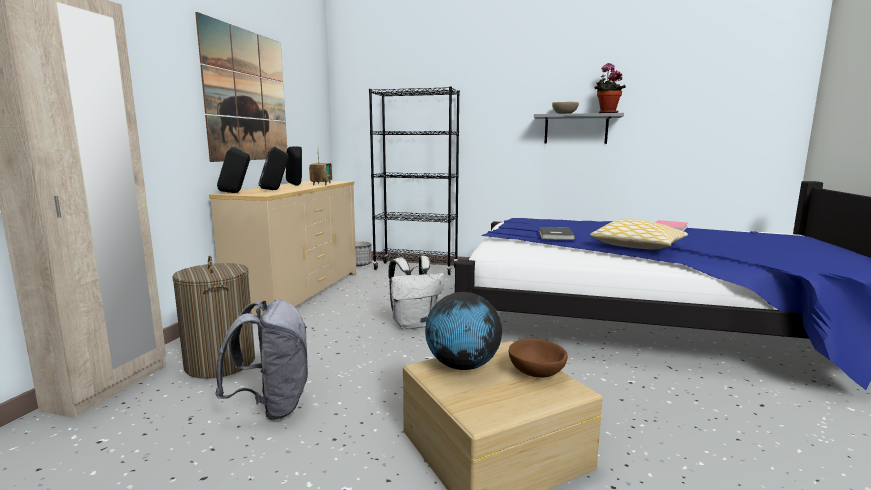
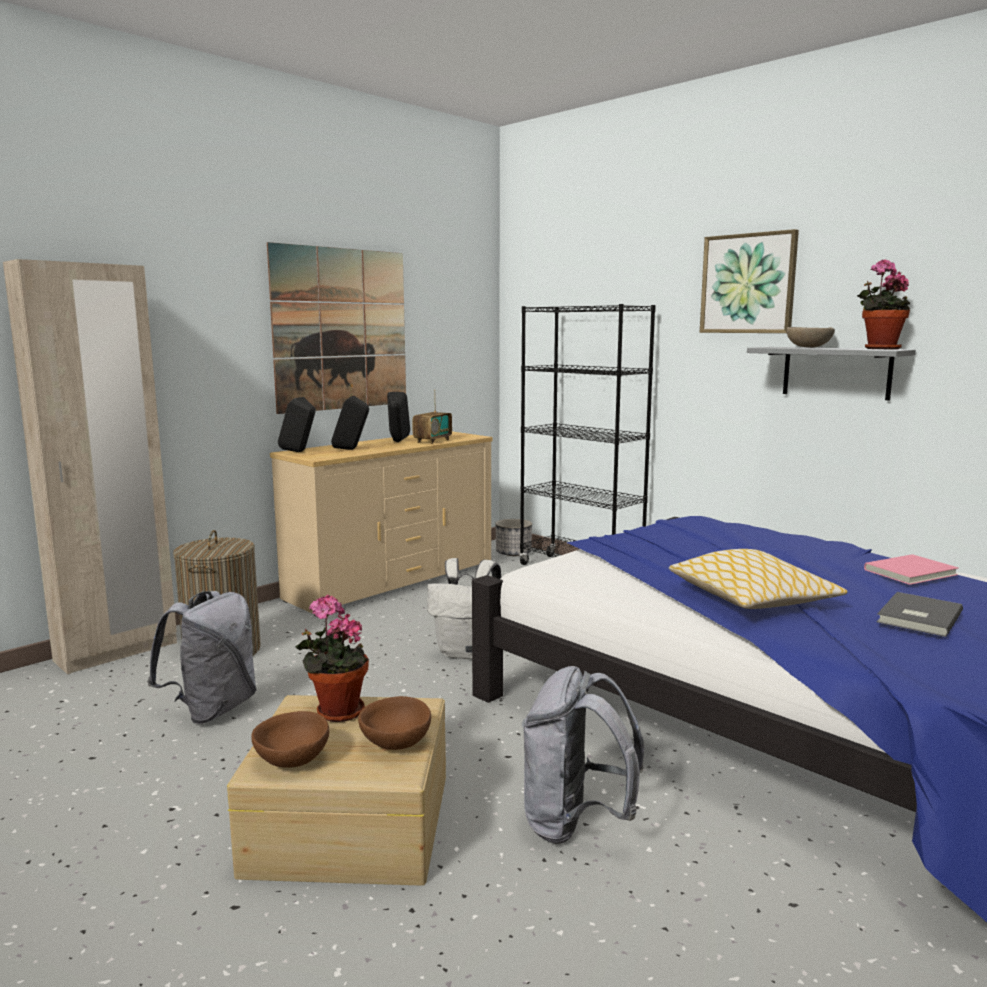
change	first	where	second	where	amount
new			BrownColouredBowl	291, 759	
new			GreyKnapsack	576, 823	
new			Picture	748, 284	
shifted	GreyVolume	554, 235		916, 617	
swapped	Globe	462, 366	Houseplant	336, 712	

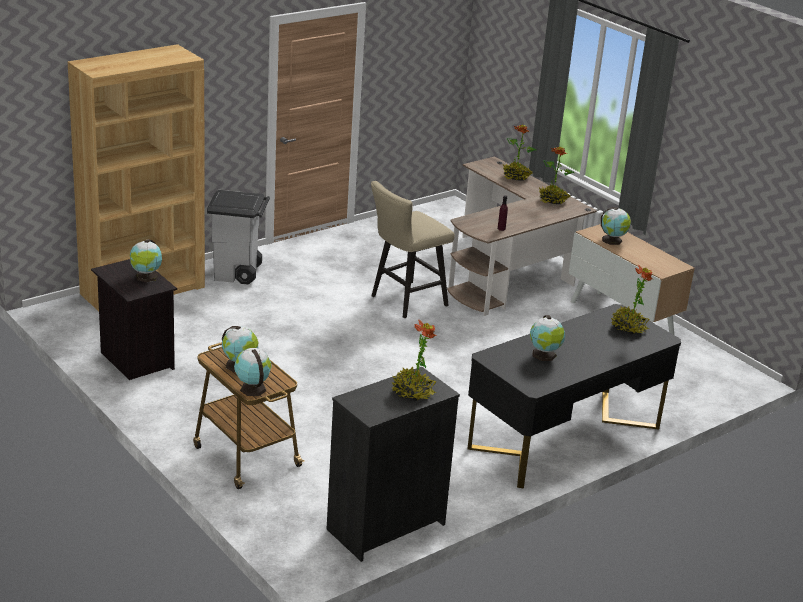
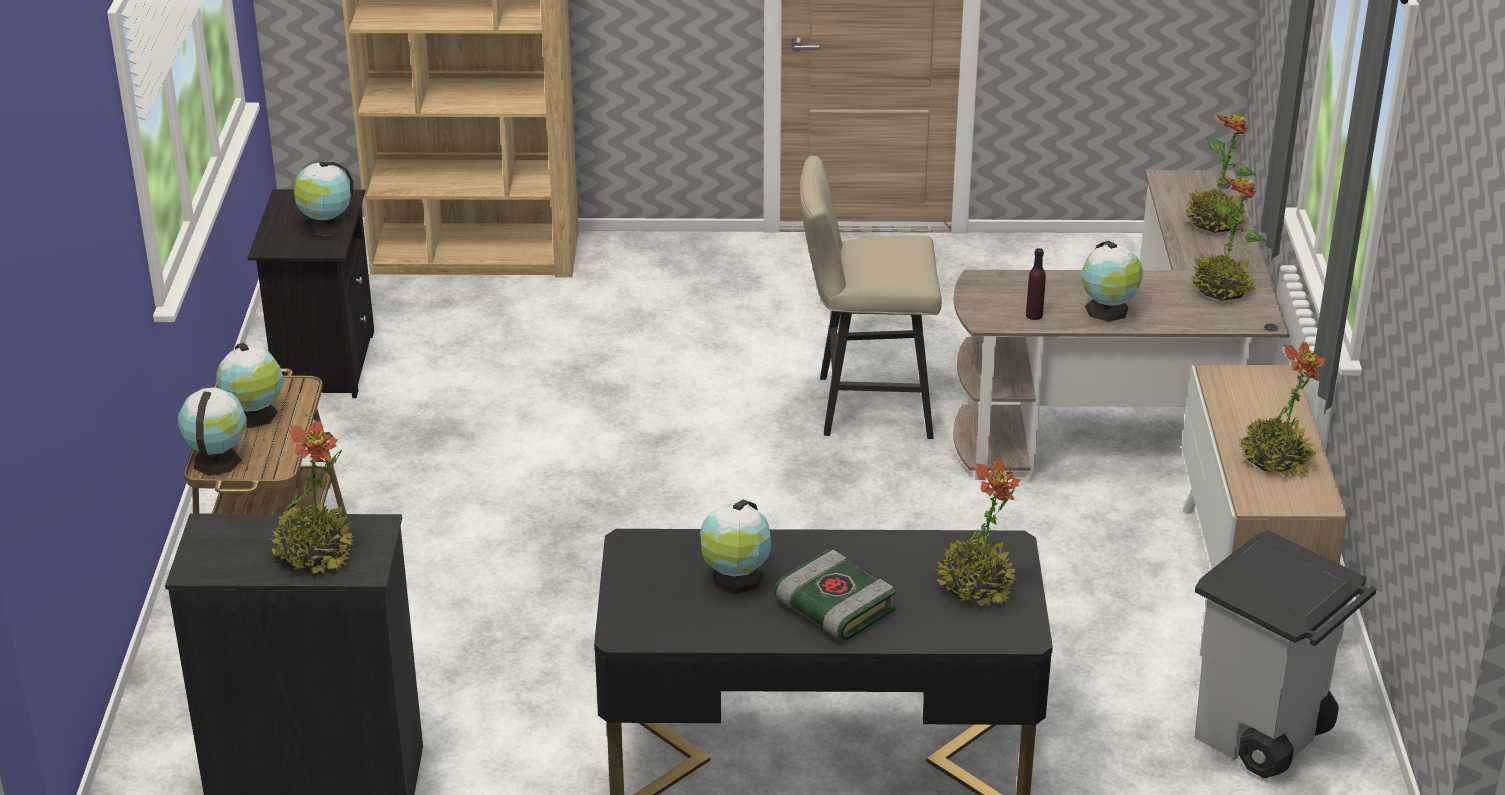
change	first	where	second	where	amount
new			Volume	832, 607	
new			Houseplant	1275, 460	
shifted	GreyRubbishBin	237, 274		1262, 737	
shifted	Globe	613, 240		1108, 311	

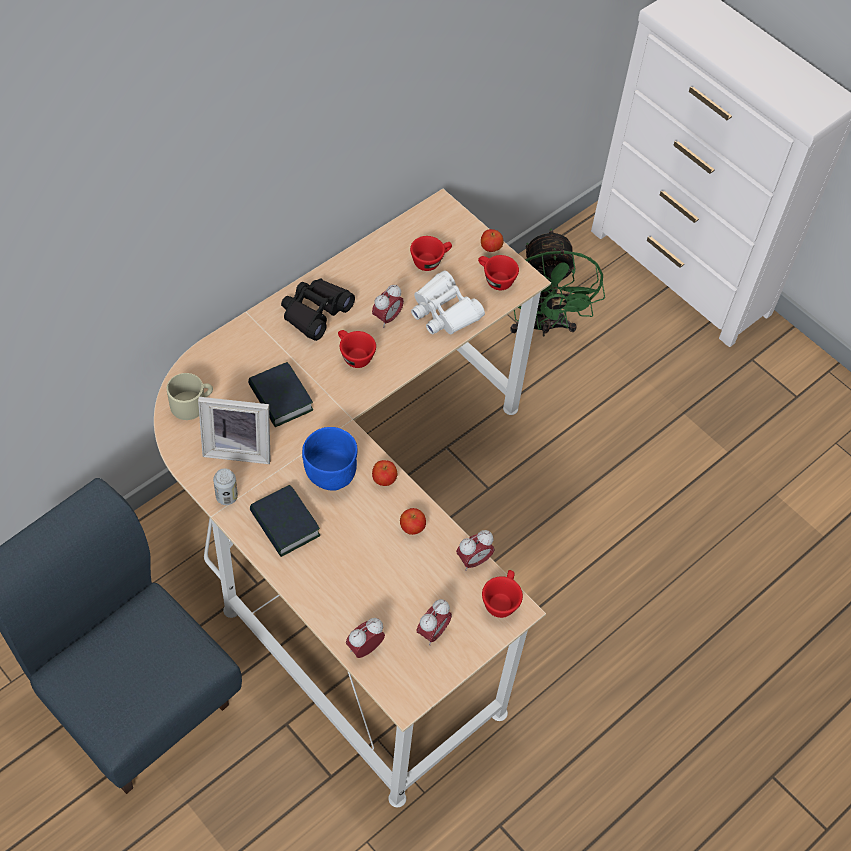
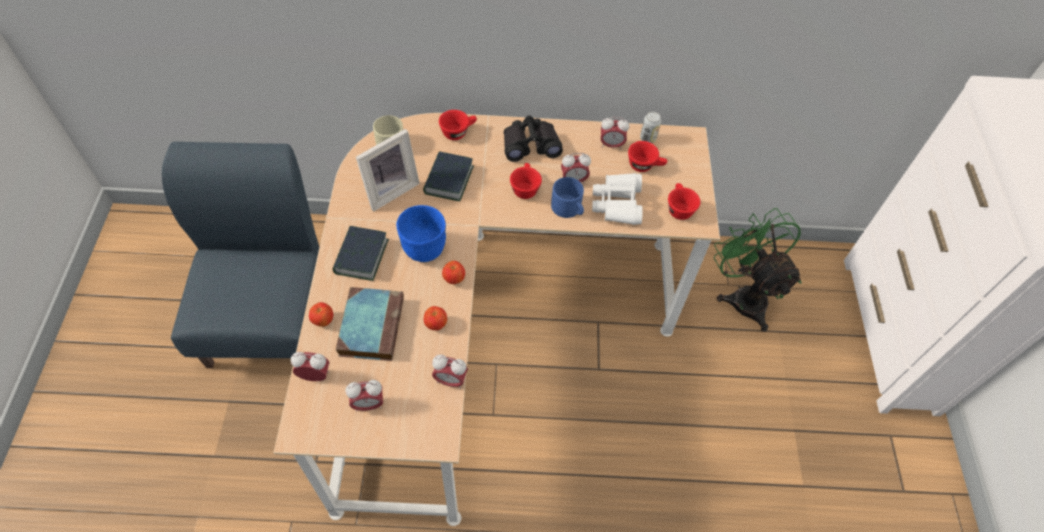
change	first	where	second	where	amount
new			Volume	371, 325	
new			BlueColouredCoffeeMug	568, 208	
new			BedsideClock	611, 145	
shifted	SealedCan	226, 497		648, 138	
shifted	Apple	491, 248		323, 320	
shifted	RedColouredDrinkingCup	501, 600		458, 132	
rotated	PictureFrame	238, 448		389, 190	90 degrees counterclockwise
rotated	GreenColouredFan	542, 326		743, 295	120 degrees clockwise

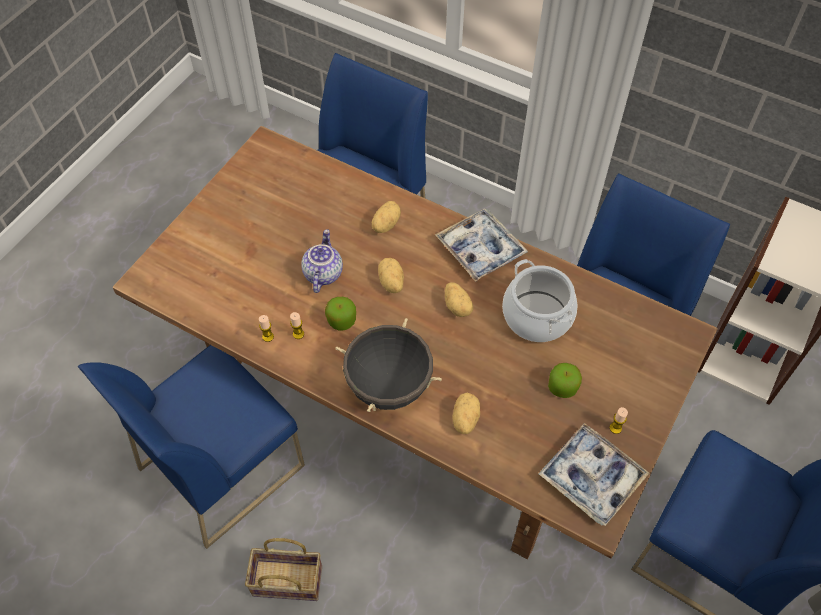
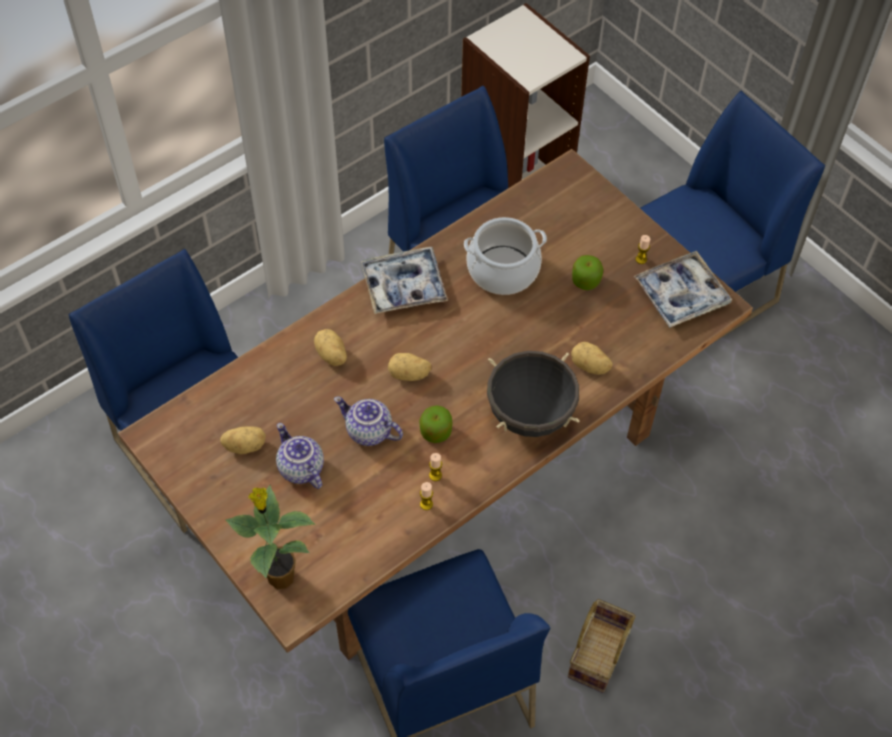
change	first	where	second	where	amount
new			Houseplant	279, 575	
new			TeaPot	300, 468	
shifted	Spud	458, 306		245, 445	

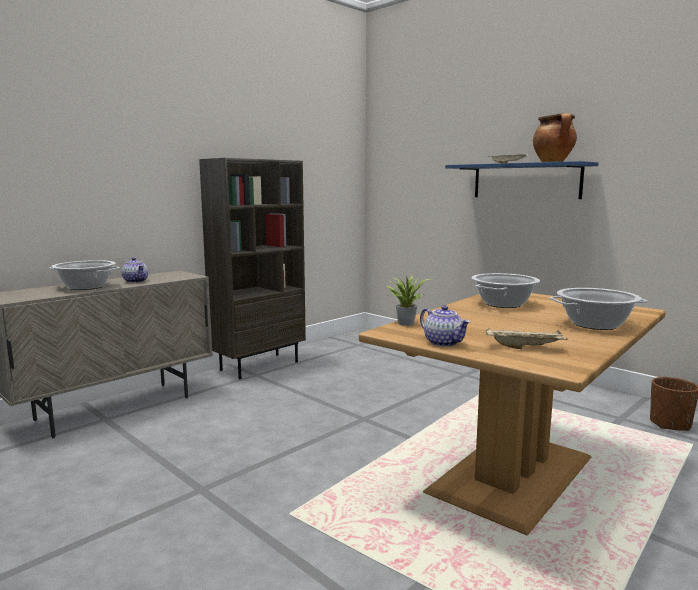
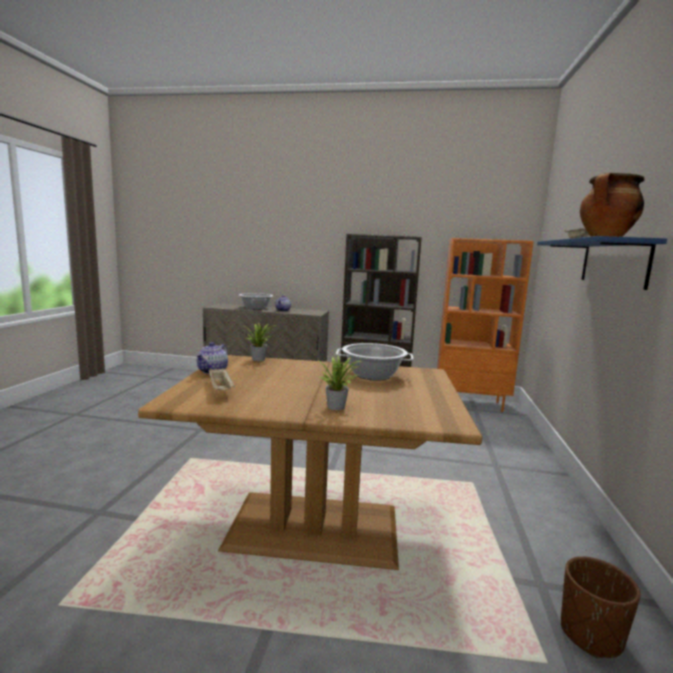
change	first	where	second	where	amount
new			OrangeShelvingUnit	471, 403	
swapped	Stockpot	595, 325	Houseplant	338, 406	

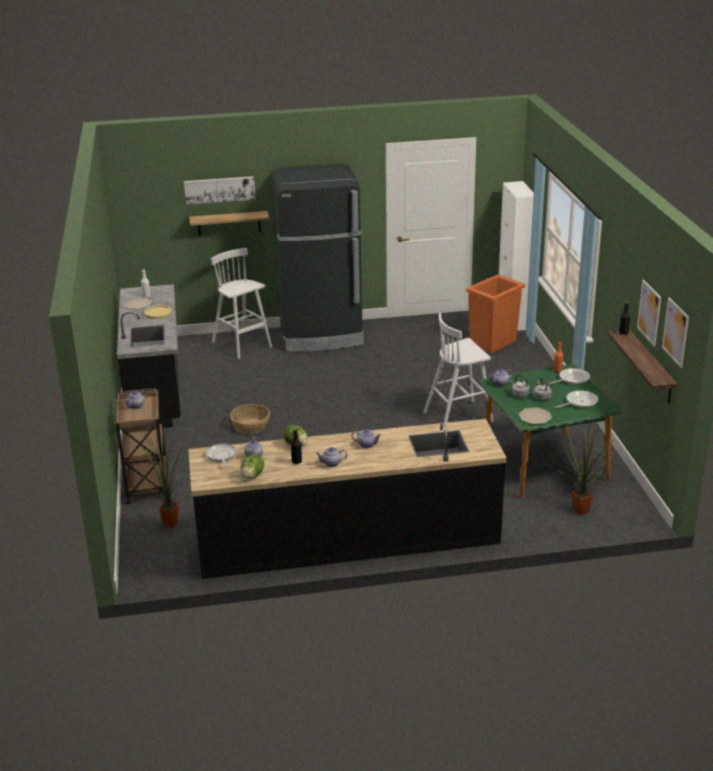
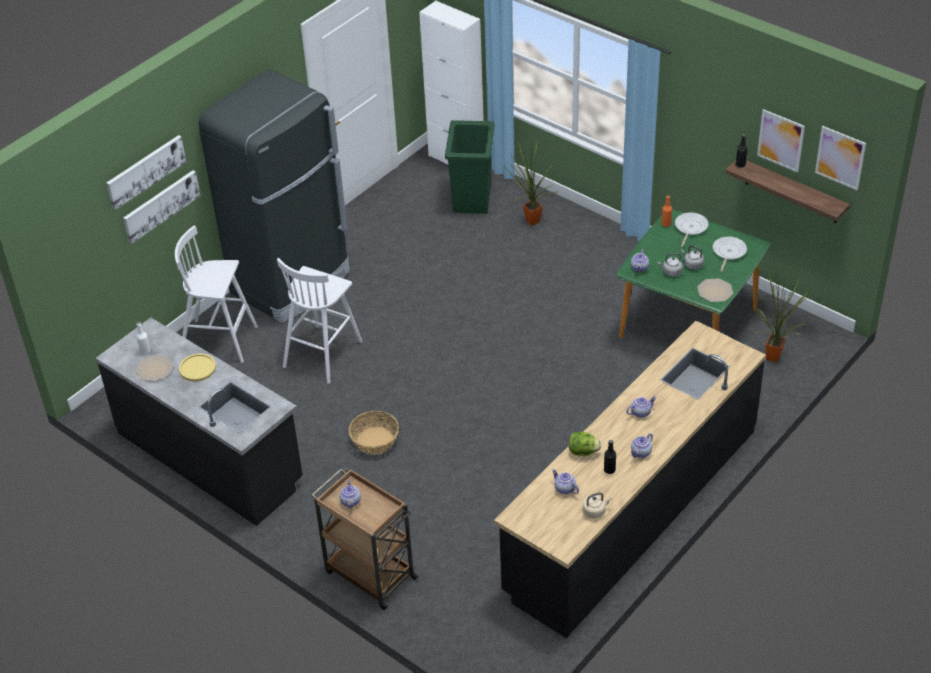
change	first	where	second	where	amount
gone	Pan	221, 456			
shifted	Houseplant	168, 523		530, 222	
shifted	WhitishSittingStool	459, 417		323, 353	
swapped	Shelf	229, 223	Picture	161, 205	
swapped	HeadOfLettuce	252, 476	SandColouredKettle	595, 511	
repainted	OrangeRubbishBin	493, 342	GreenColouredRubbishBin	472, 198	

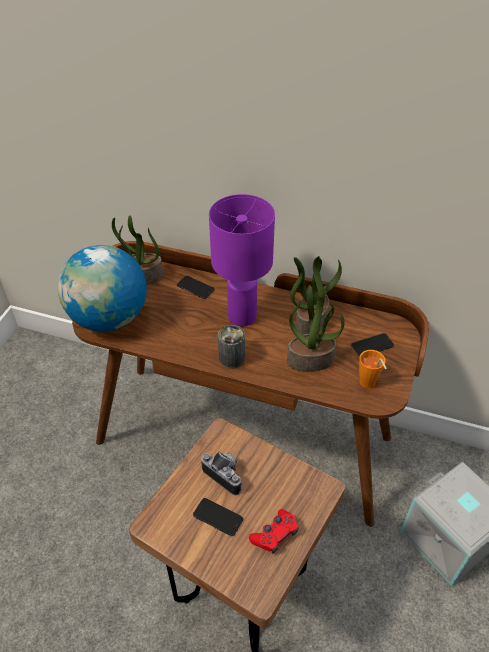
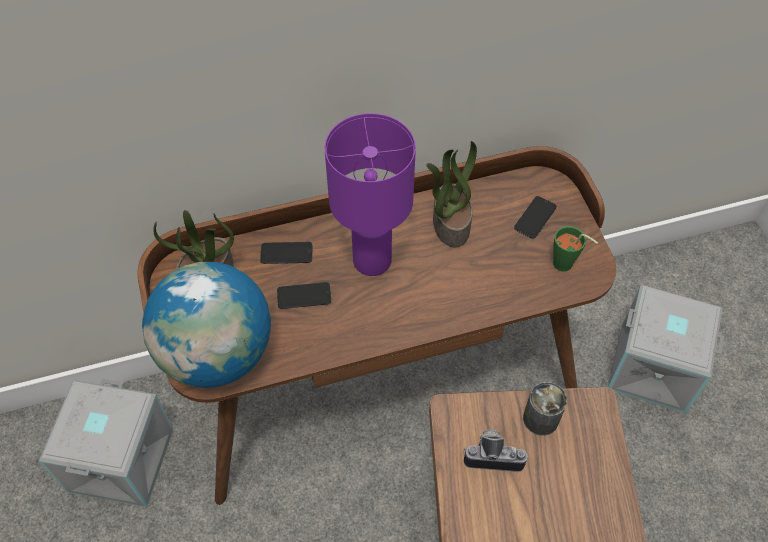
change	first	where	second	where	amount
gone	RedColouredGameController	275, 534			
gone	Houseplant	311, 359			
new			GreyStorageBox	122, 460	
shifted	Telephone	218, 517		304, 296	
shifted	SealedCan	231, 358		540, 418	
repainted	OrangeDrinkingCup	368, 385	GreenColouredDrinkingCup	566, 266	

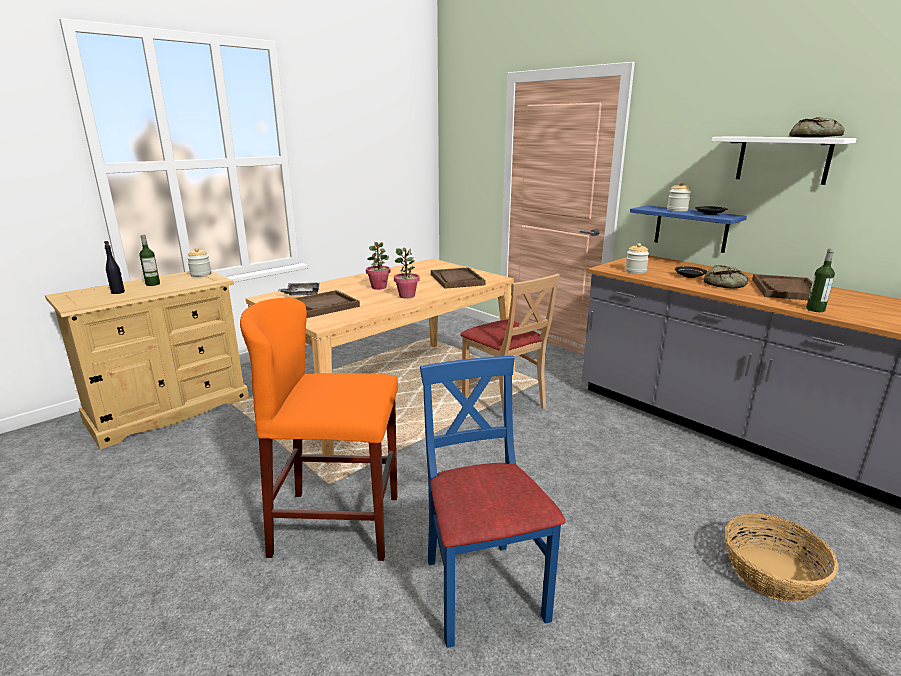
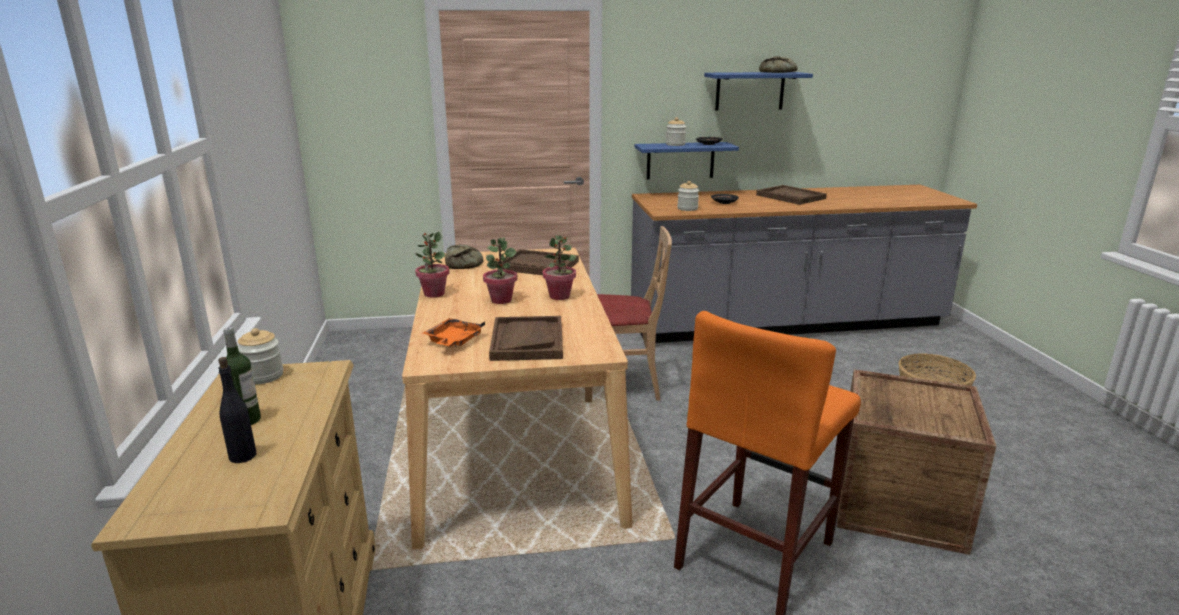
change	first	where	second	where	amount
gone	DrinkBottle	815, 309			
new			Houseplant	434, 294	
shifted	BakedBread	726, 284		464, 263	
swapped	BlueColouredPlainChair	482, 590	ShippingCrate	898, 504	
repainted	GreyServingTray	302, 294	OrangeServingTray	453, 341	
repainted	WhitishShelf	783, 159	BlueColouredShelf	750, 91	

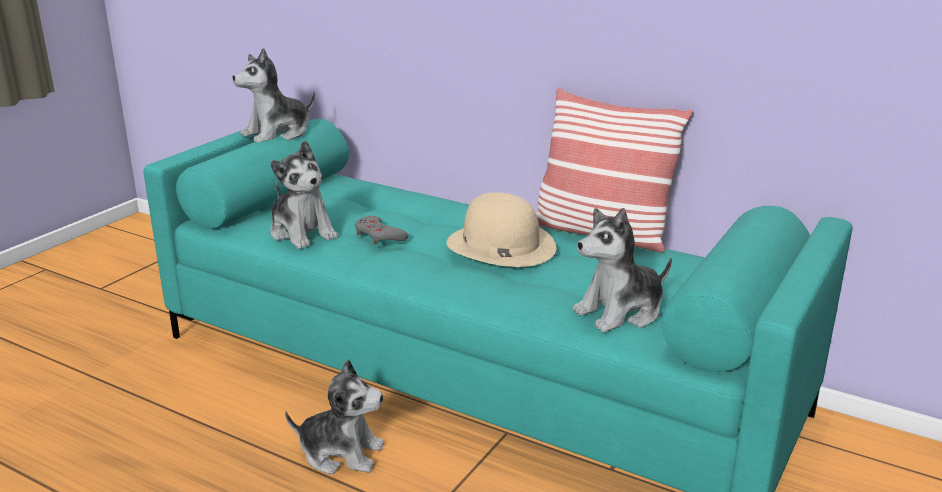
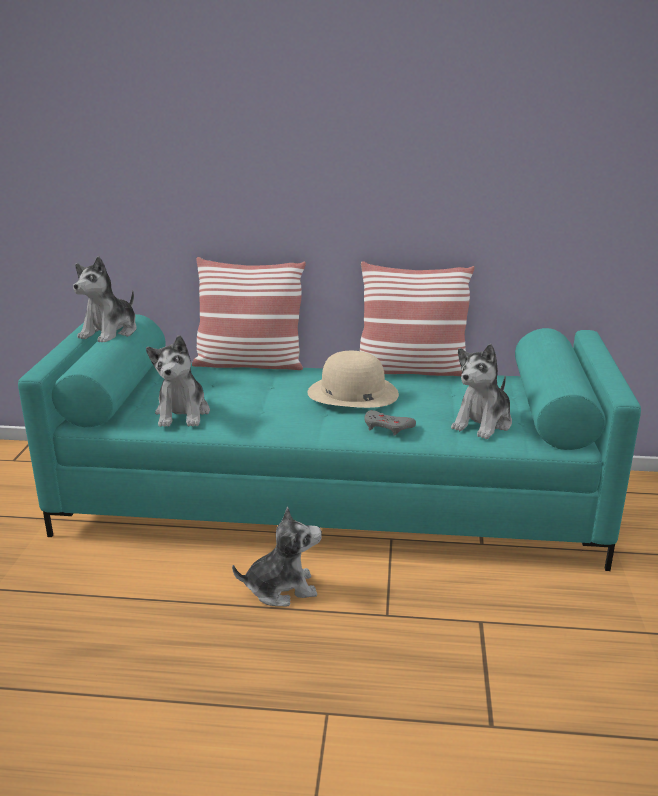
change	first	where	second	where	amount
new			Pillow	249, 364	
shifted	GreyGameController	379, 236		387, 427	
rotated	SoftToy	302, 232		182, 413	60 degrees clockwise

